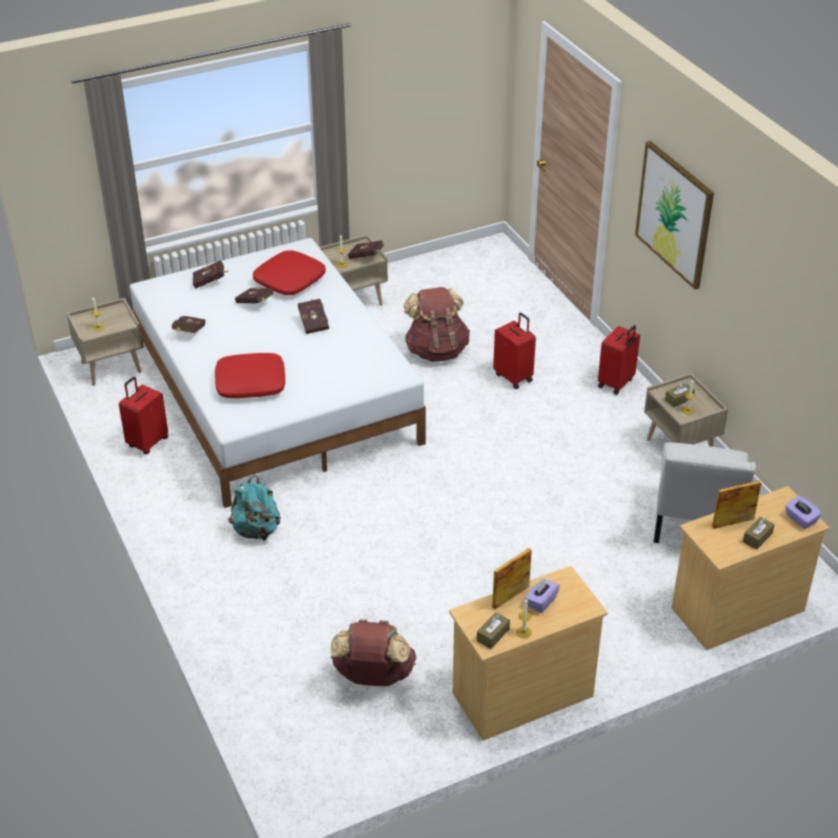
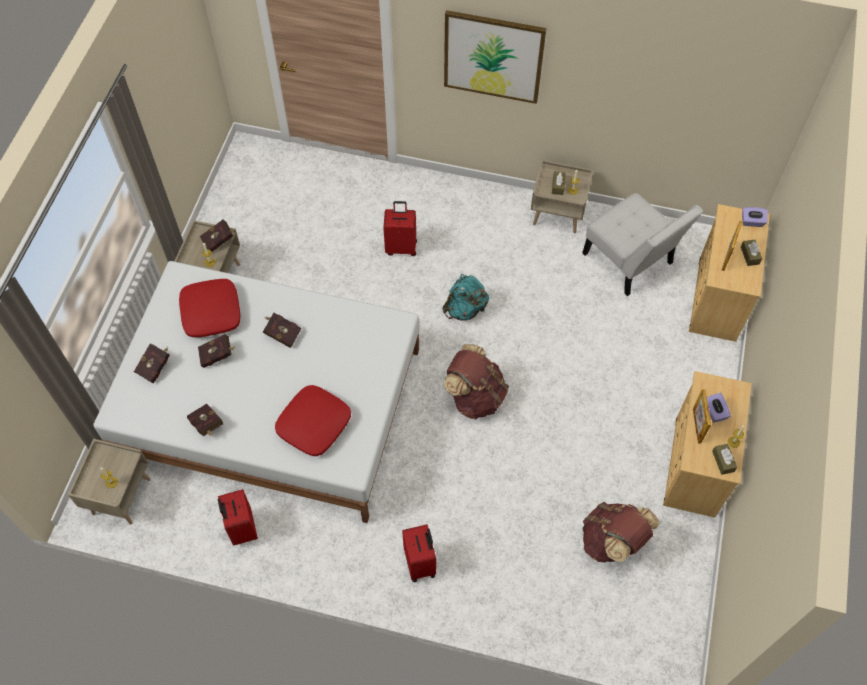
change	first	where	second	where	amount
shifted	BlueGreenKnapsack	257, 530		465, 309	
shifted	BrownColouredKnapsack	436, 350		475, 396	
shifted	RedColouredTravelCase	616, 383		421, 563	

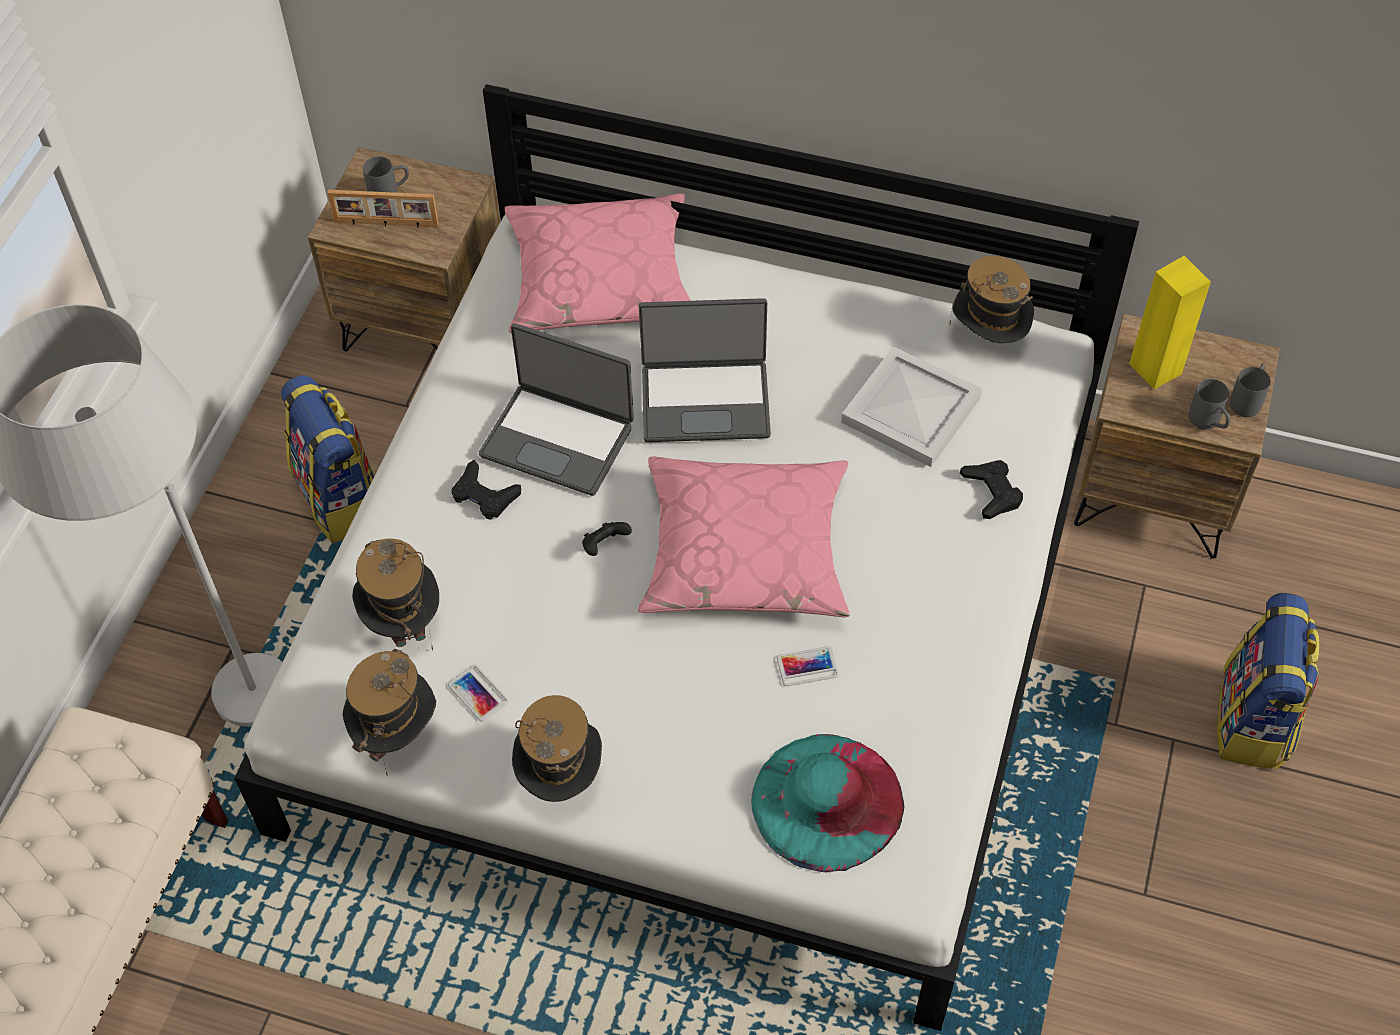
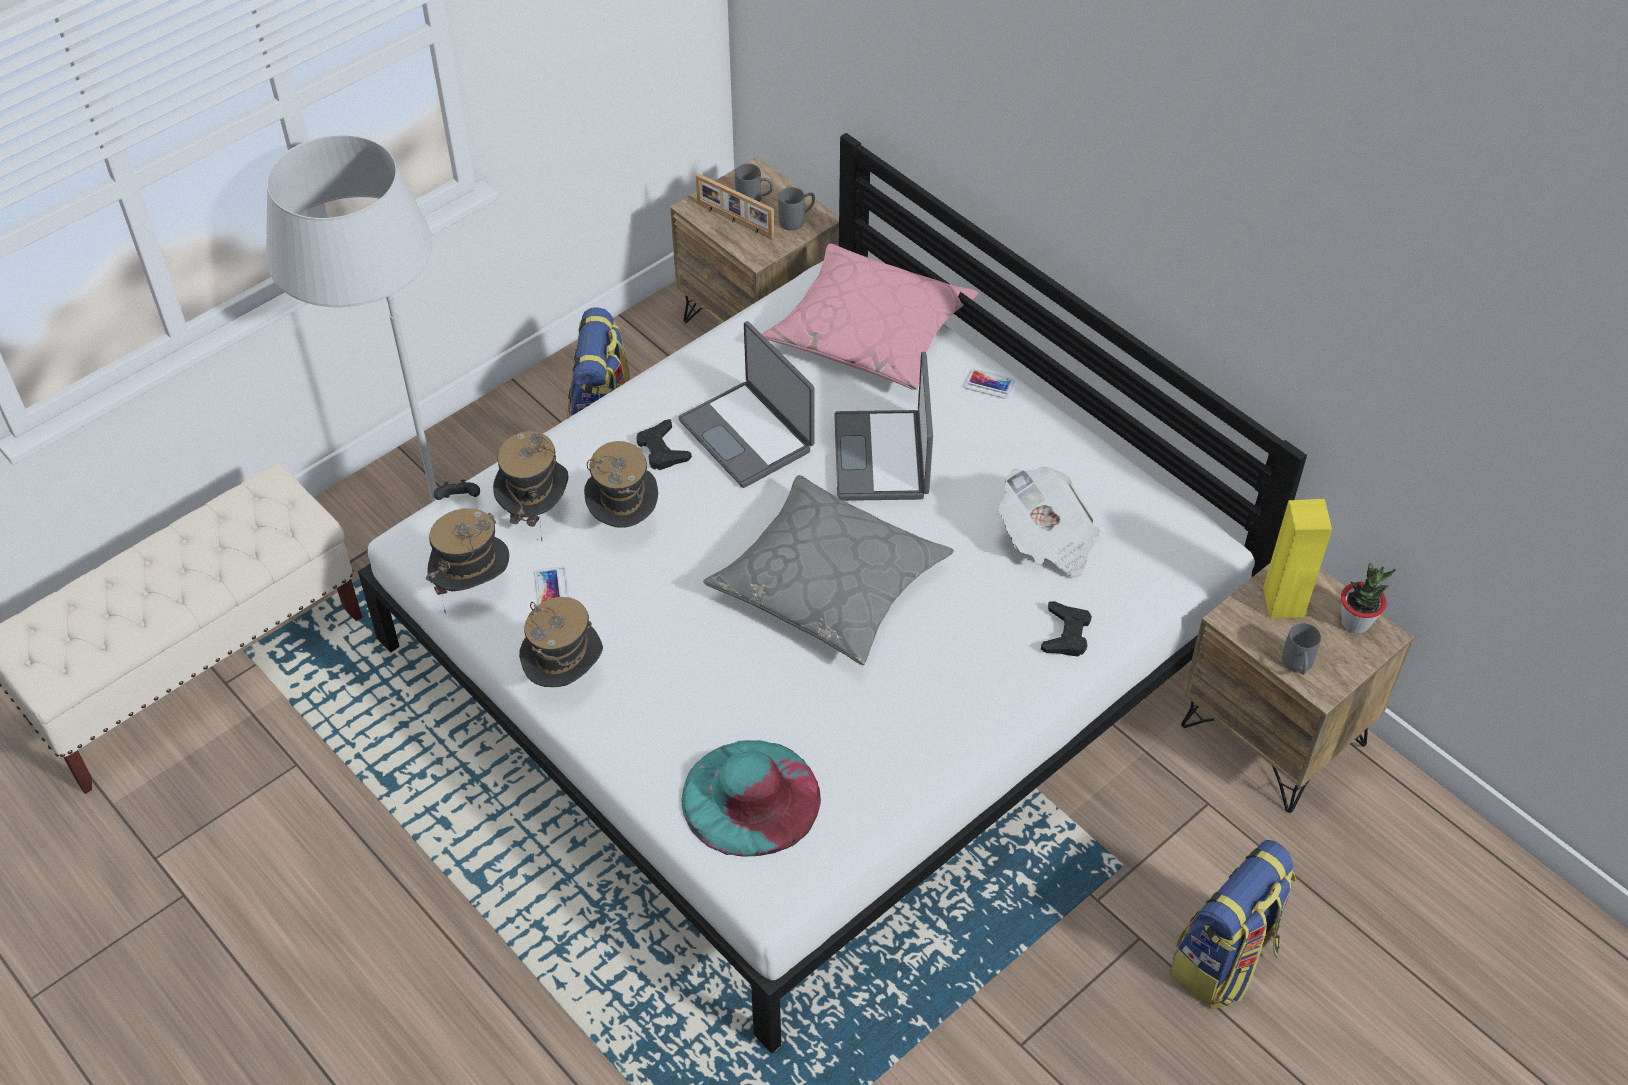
change	first	where	second	where	amount
new			Houseplant	1355, 622	
shifted	BlackGameController	604, 546		459, 500	
shifted	Telephone	807, 666		989, 384	
shifted	Hat	987, 339		624, 521	
shifted	GreyCoffeeMug	1248, 400		797, 220	
swapped	WhitishServingTray	913, 409	DailyPaper	1047, 540	
repainted	PinkPillow	745, 551	GreyPillow	829, 583	
rotated	PortableComputer	705, 400		883, 457	60 degrees clockwise

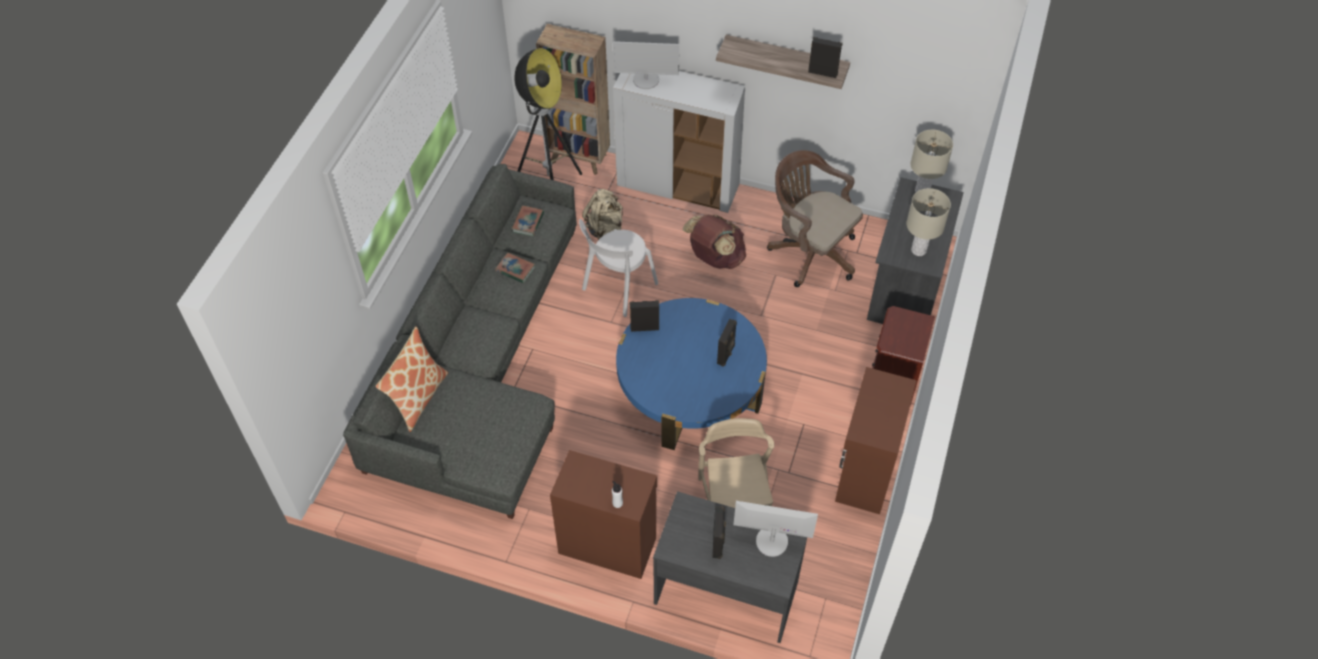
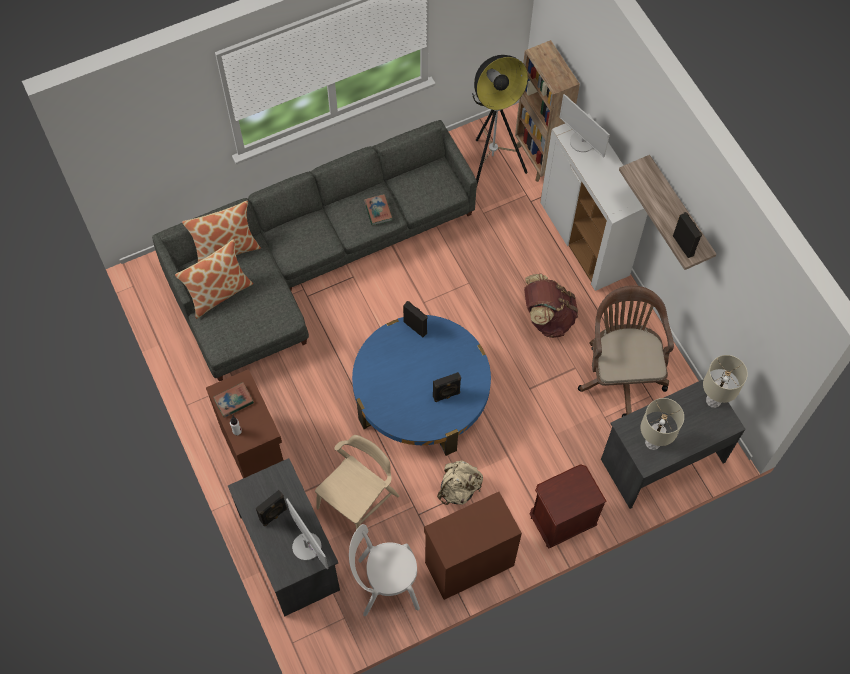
change	first	where	second	where	amount
new			Pillow	219, 293	
shifted	Volume	528, 222		234, 401	
shifted	WhitishPlainChair	618, 288		384, 584	
shifted	SandColouredKnapsack	605, 228		459, 489	

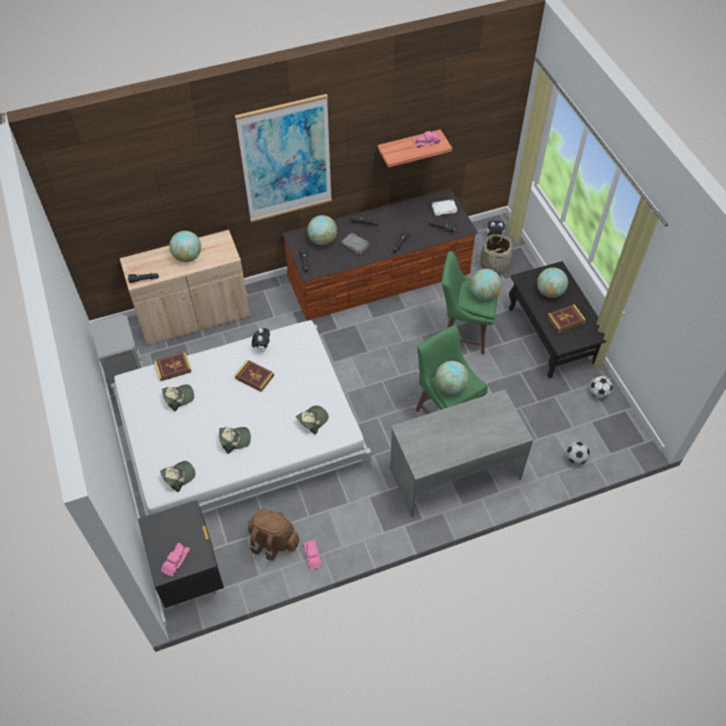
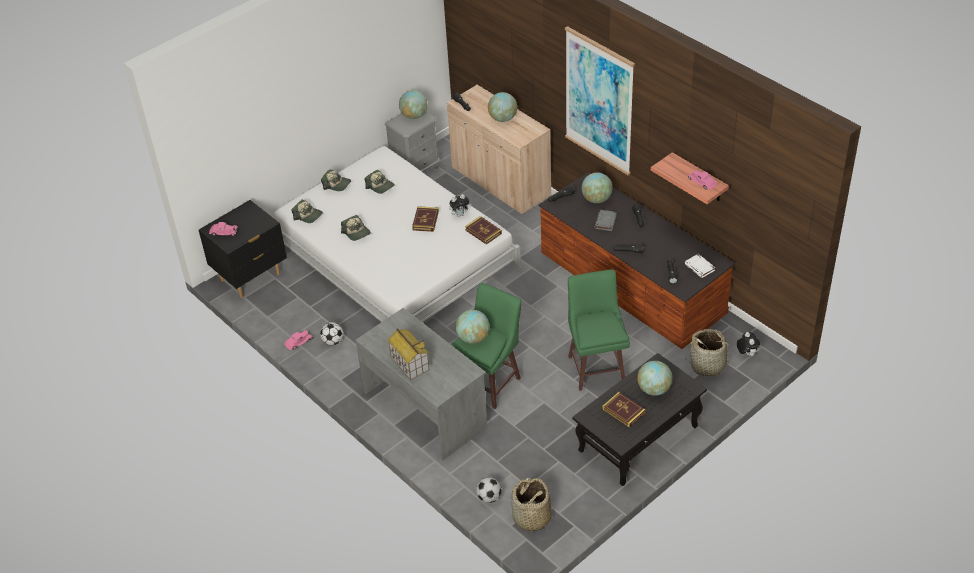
change	first	where	second	where	amount
gone	BrownColouredKnapsack	273, 541			
new			ToyHouse	409, 363	
new			HouseholdBasket	531, 517	
shifted	Volume	173, 368		483, 232	
shifted	PeakedCap	312, 420		336, 184	
shifted	Globe	484, 294		414, 116	
shifted	BallForFootball	598, 393		333, 341	

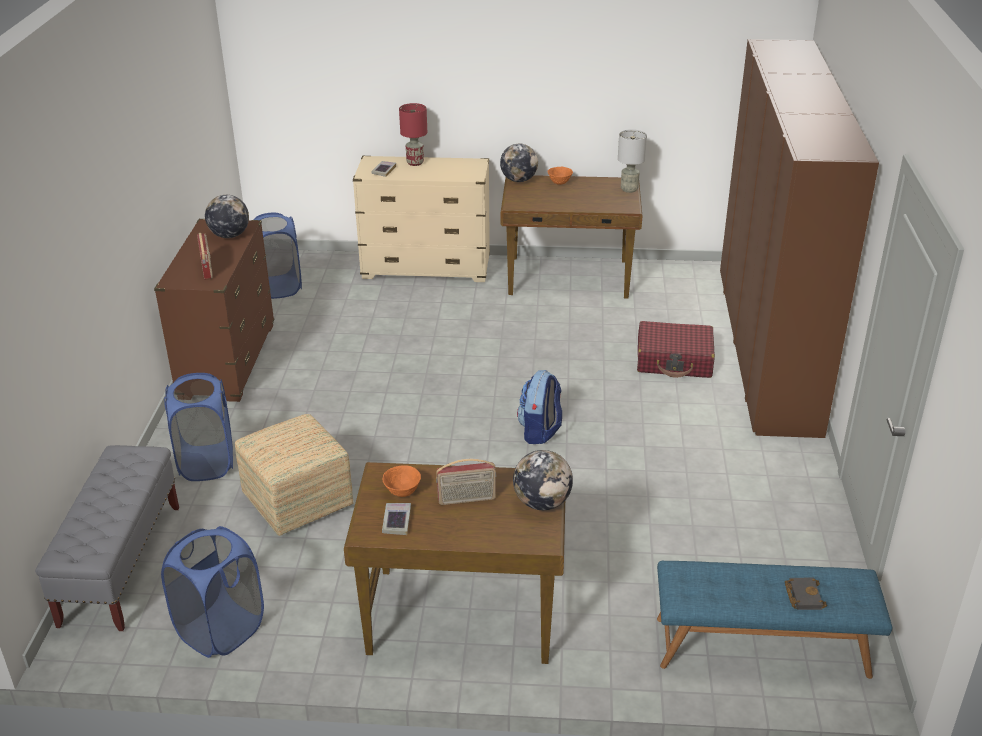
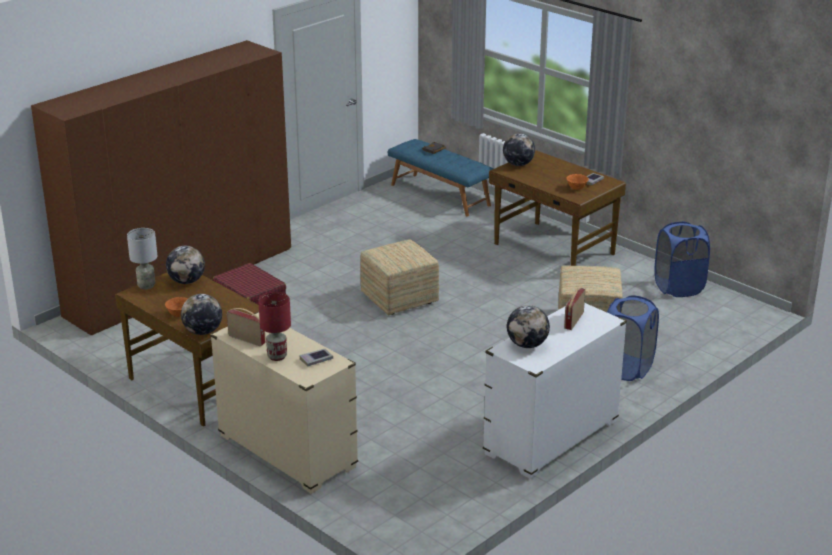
change	first	where	second	where	amount
gone	GreyLongSeat	121, 564			
gone	BlueColouredLaundryBasket	279, 287			
new			Globe	187, 281	
shifted	RadioReceiver	466, 499		247, 339	
swapped	Knapsack	540, 432	Pouffe	400, 298	
repainted	BrownColouredDrawerChest	228, 361	WhitishDrawerChest	551, 438	

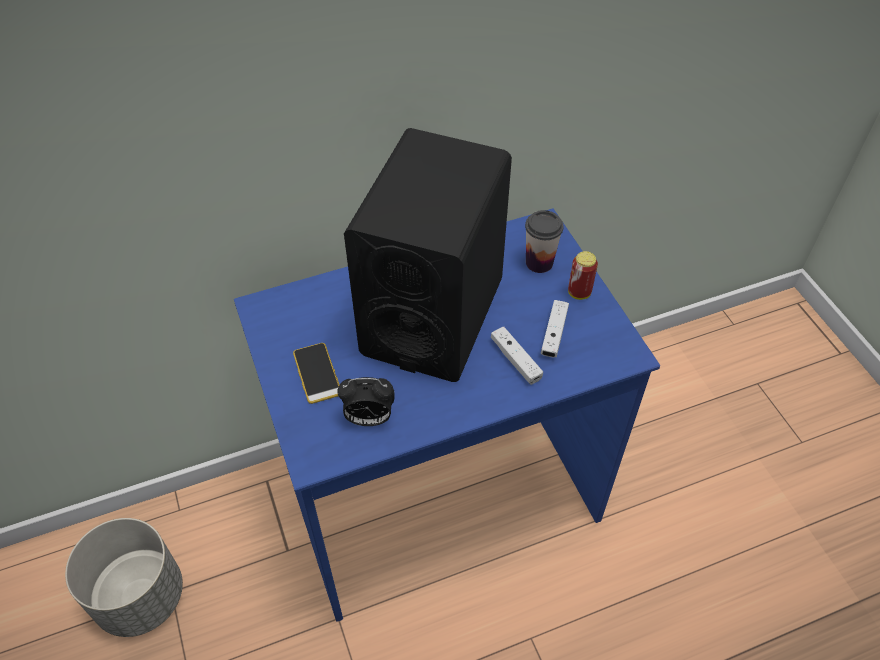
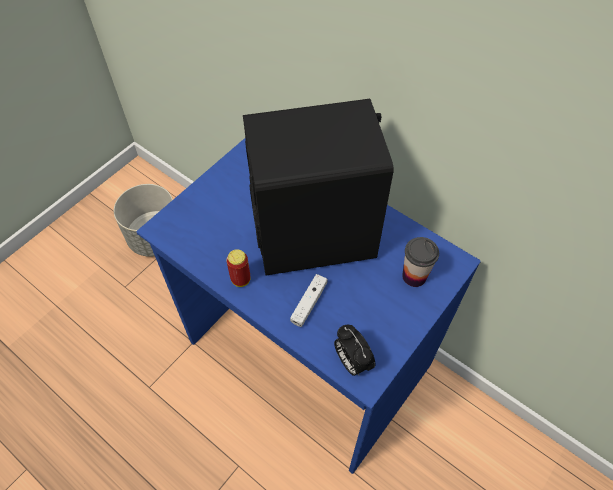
change	first	where	second	where	amount
gone	Telephone	317, 373			
gone	WhitishGameController	554, 334			
shifted	BedsideClock	368, 418		351, 361	
shifted	SealedCan	579, 293		240, 279	

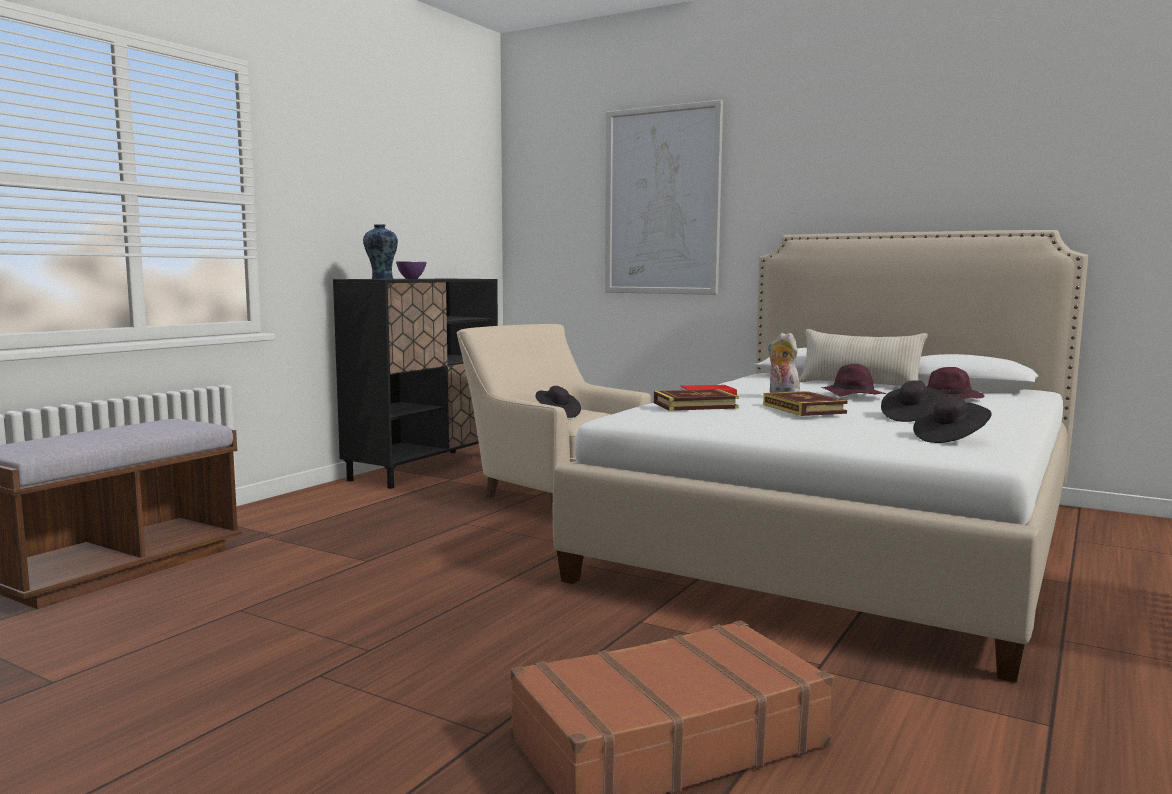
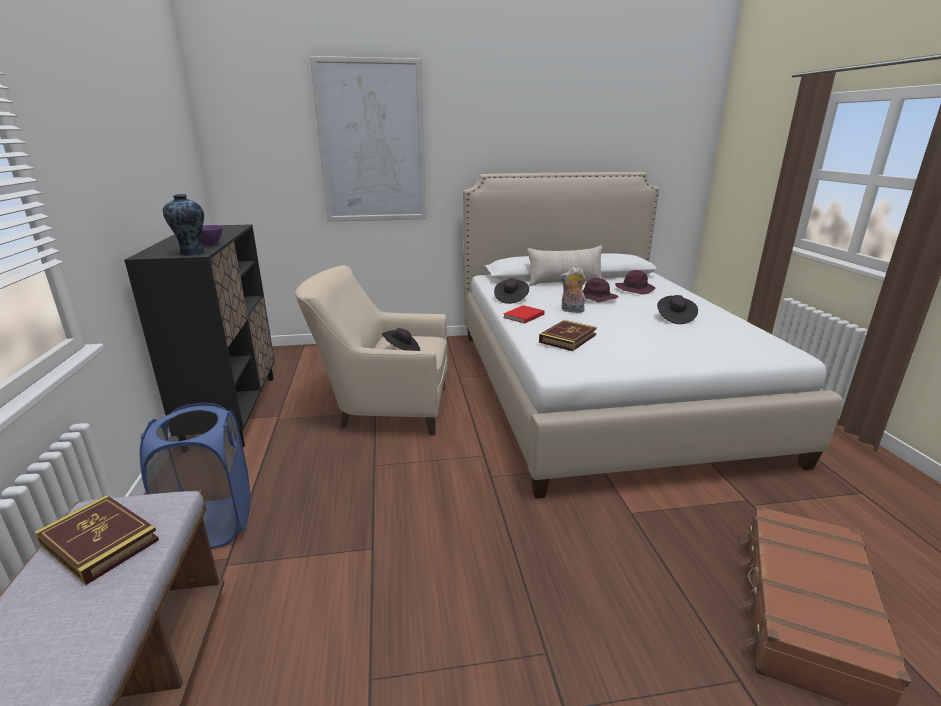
change	first	where	second	where	amount
new			BlueColouredLaundryBasket	212, 524	
shifted	Volume	803, 409		99, 542	
shifted	BlackHat	950, 439		511, 299	

